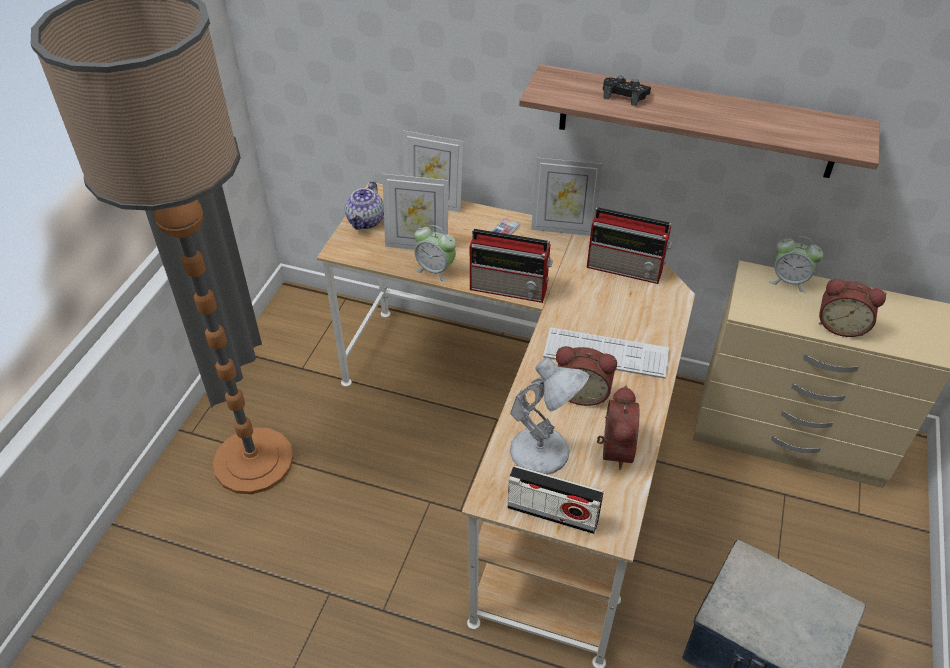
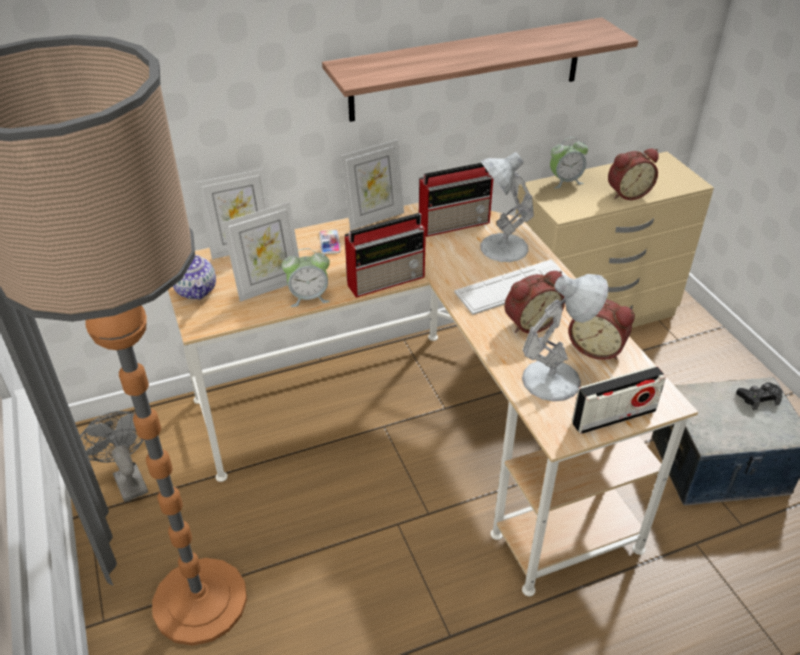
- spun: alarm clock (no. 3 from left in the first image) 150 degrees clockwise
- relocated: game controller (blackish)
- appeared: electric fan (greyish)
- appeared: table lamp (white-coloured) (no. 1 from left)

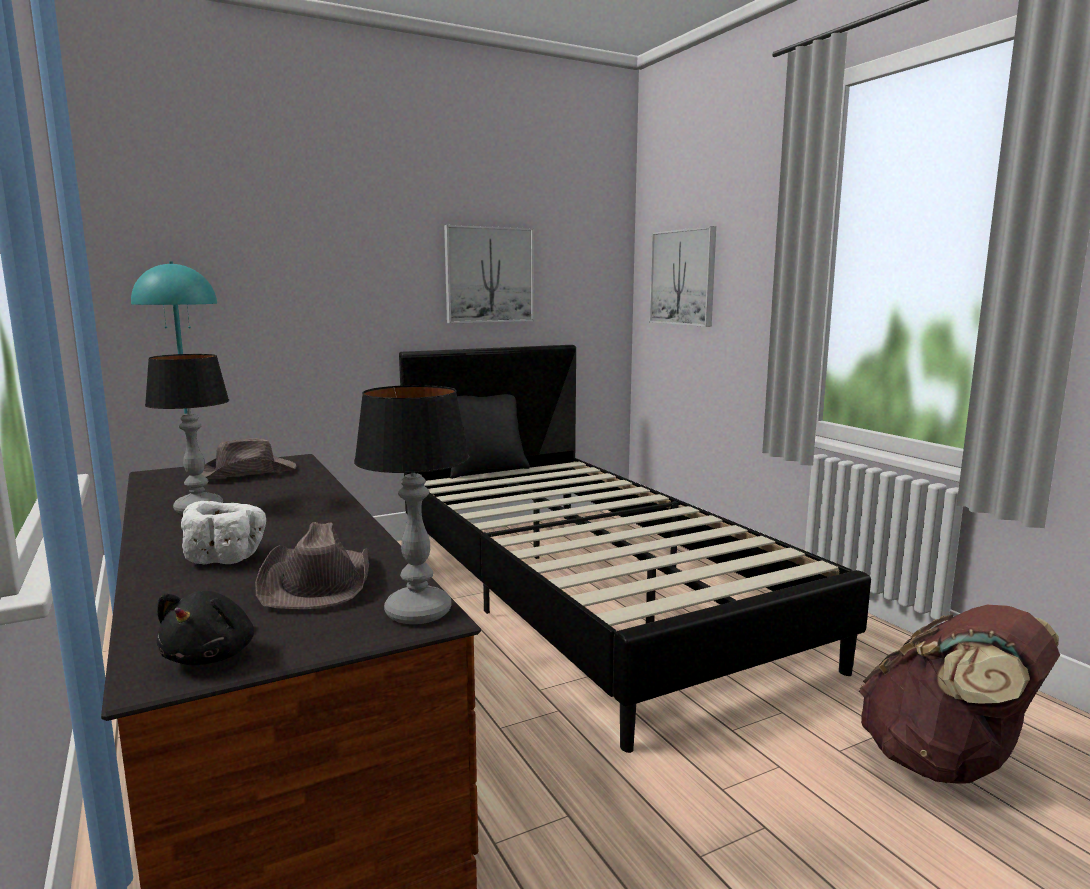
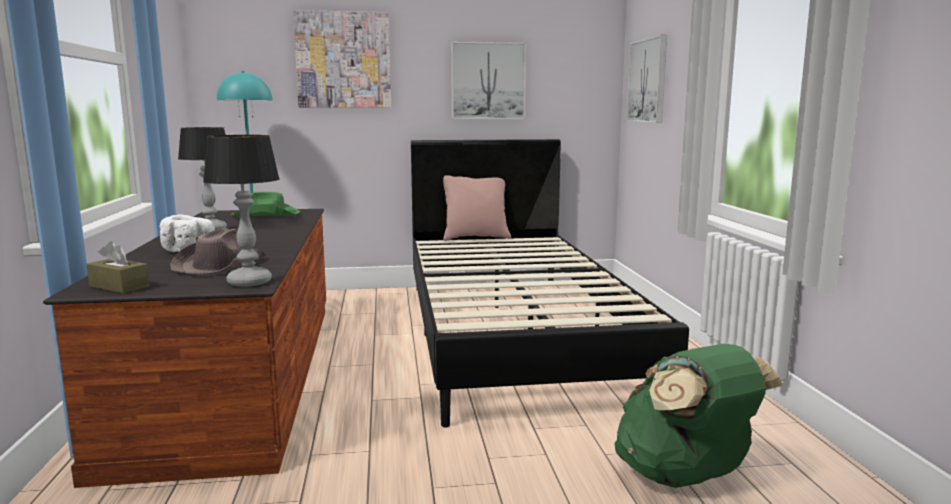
- exchanged: plush toy (blackish) to tissue holder (brown-coloured)
- colour: hat (brown-coloured) (no. 1 from left) to hat (greenish)
- colour: throw pillow (blackish) to throw pillow (pinkish)
- colour: knapsack (brown-coloured) to knapsack (greenish)
- appeared: wall art (no. 1 from left)

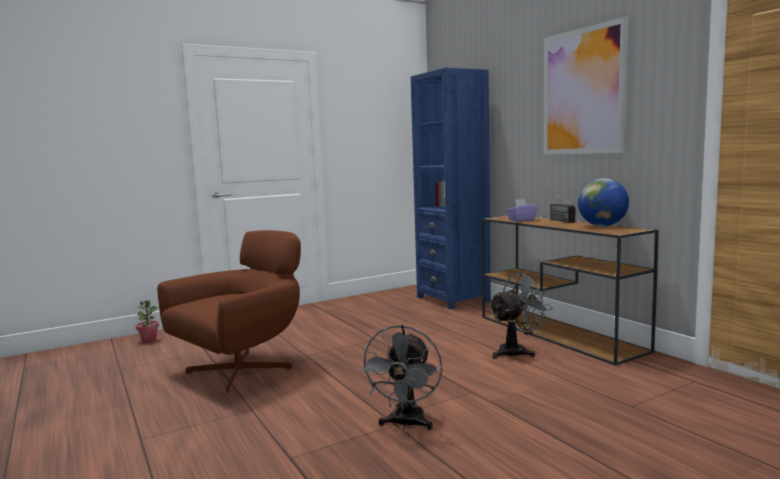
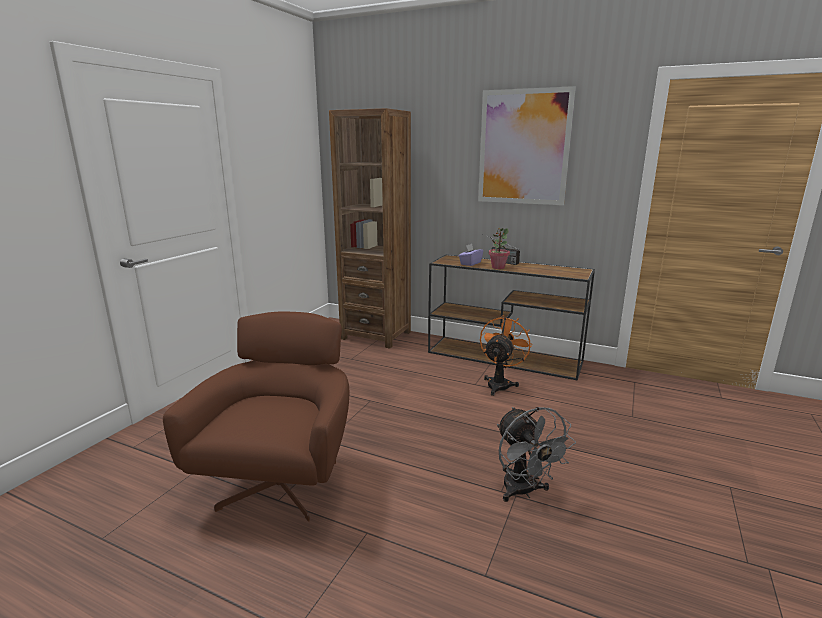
- relocated: potted plant
- colour: shelving unit (bluish) to shelving unit (brown-coloured)
- colour: electric fan (greyish) (no. 2 from left) to electric fan (orangey)
- missing: world globe

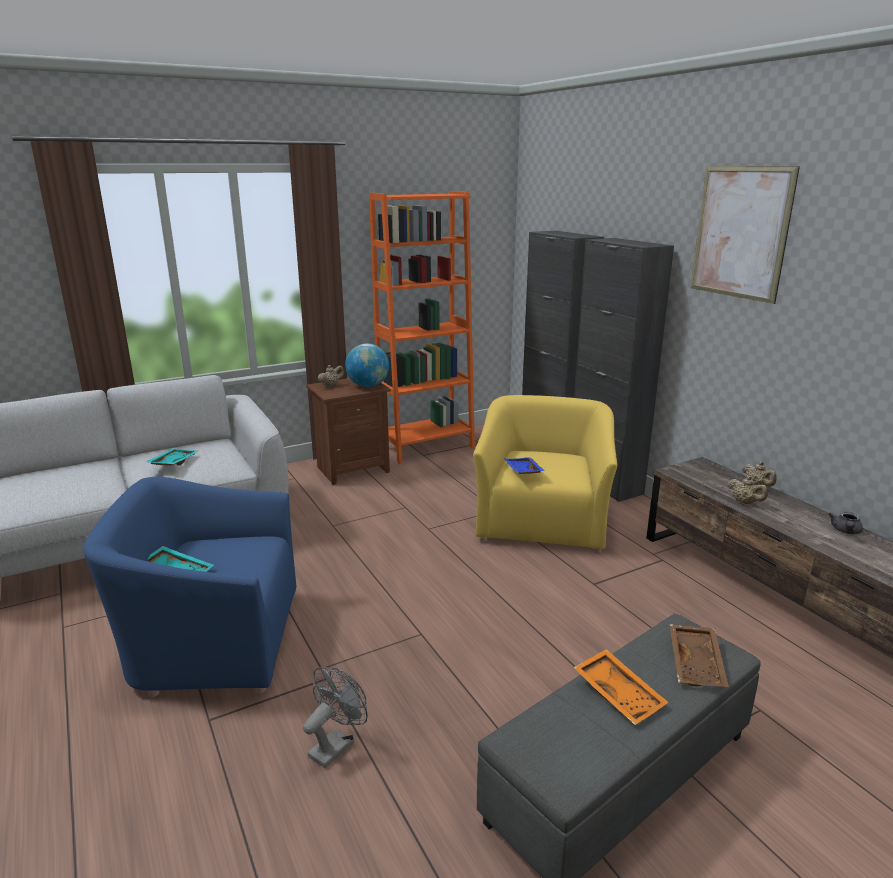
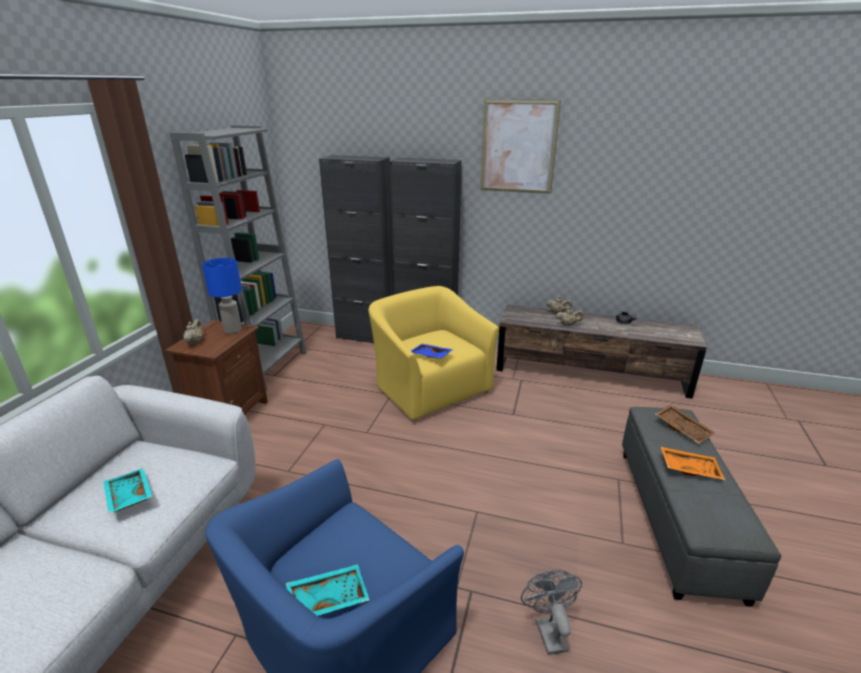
- exchanged: world globe to table lamp (bluish)
- colour: shelving unit (orangey) to shelving unit (greyish)

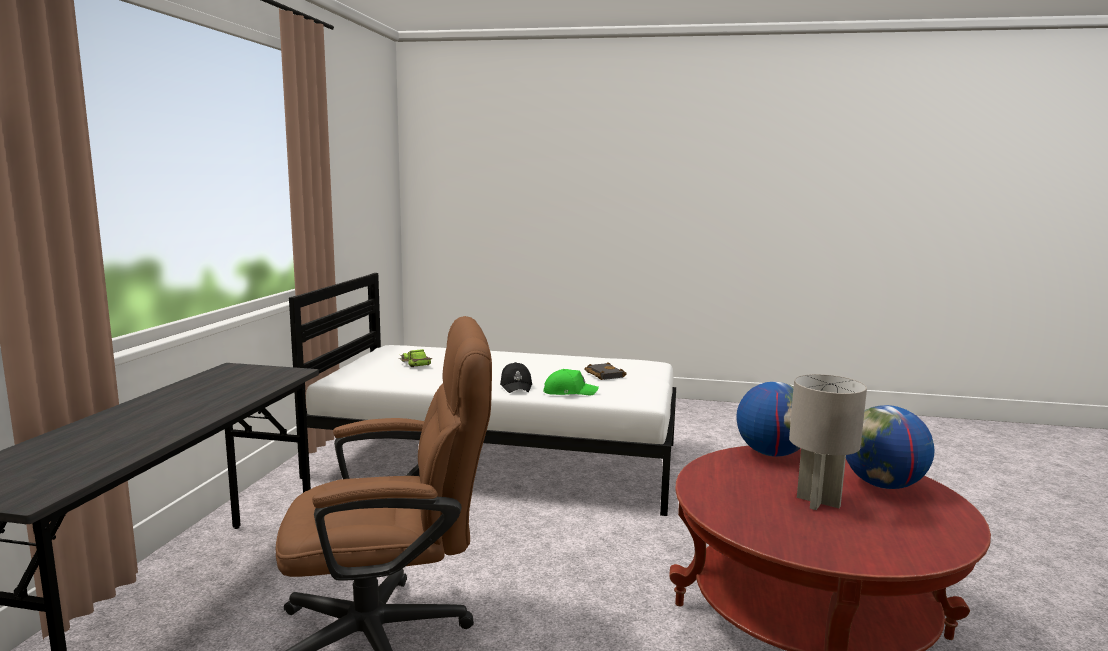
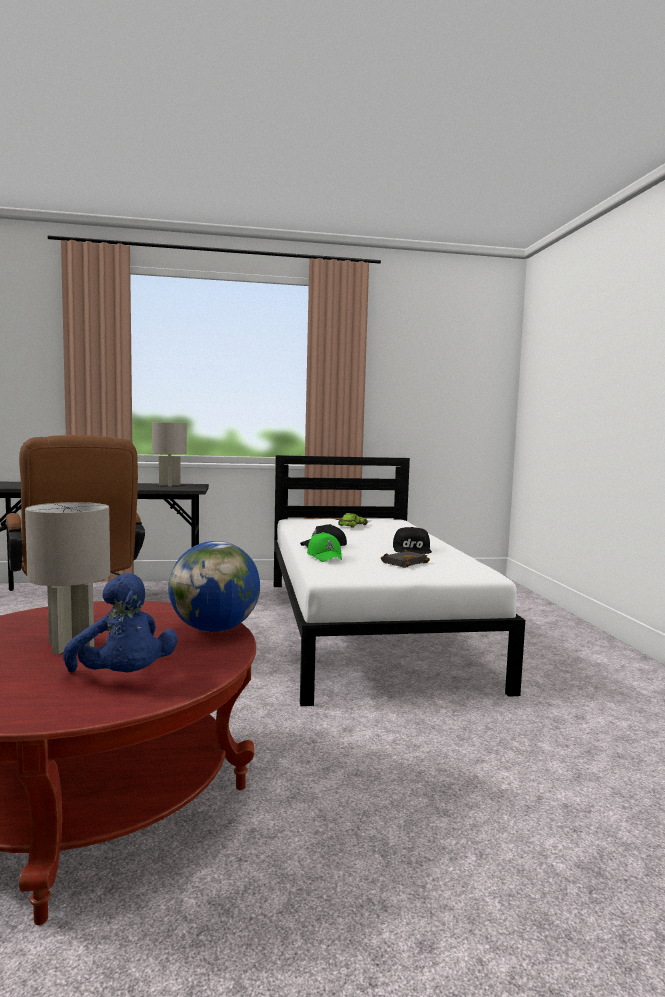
- exchanged: world globe (no. 2 from left) to plush toy (bluish)
- appeared: table lamp (greyish) (no. 2 from left)
- appeared: peaked cap (blackish) (no. 2 from left)

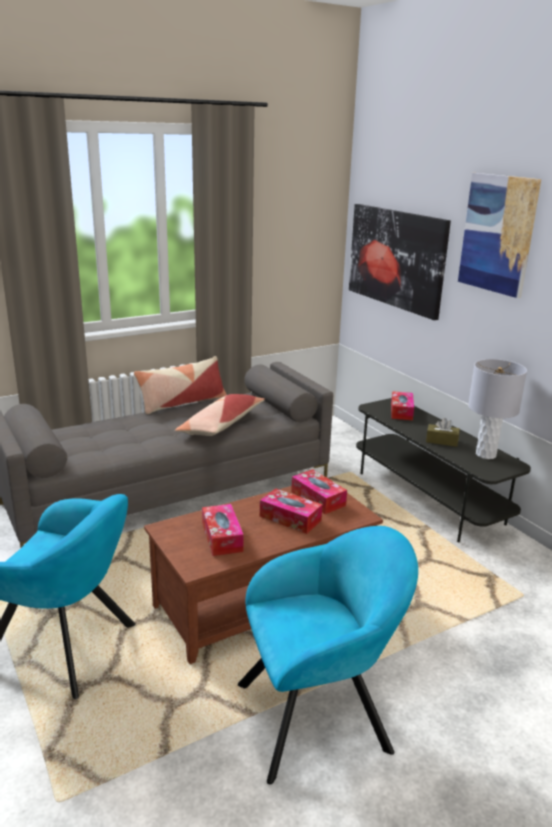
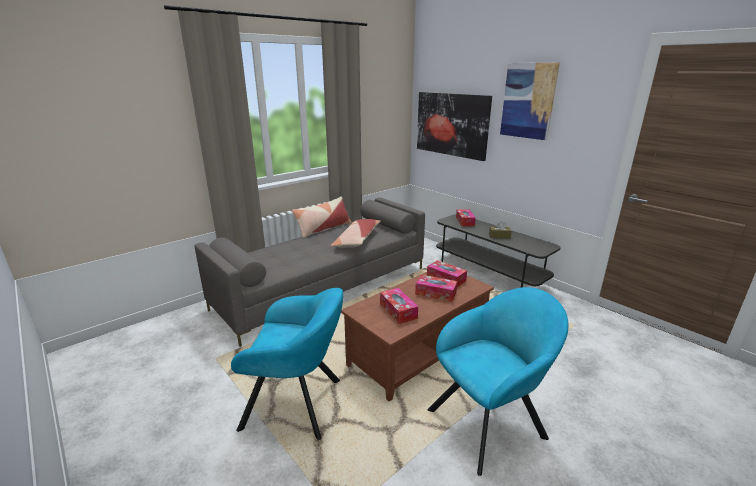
- missing: table lamp (greyish)

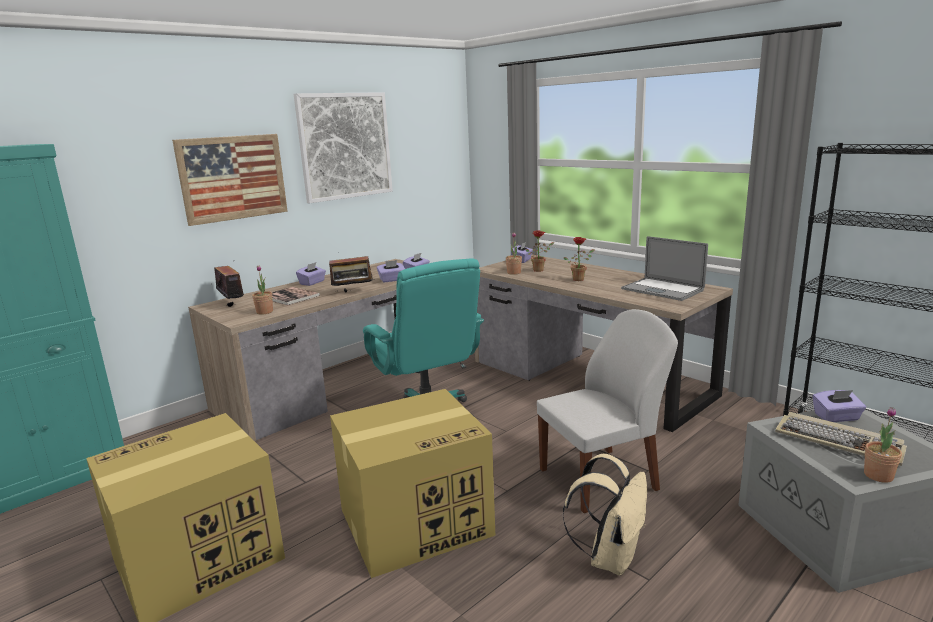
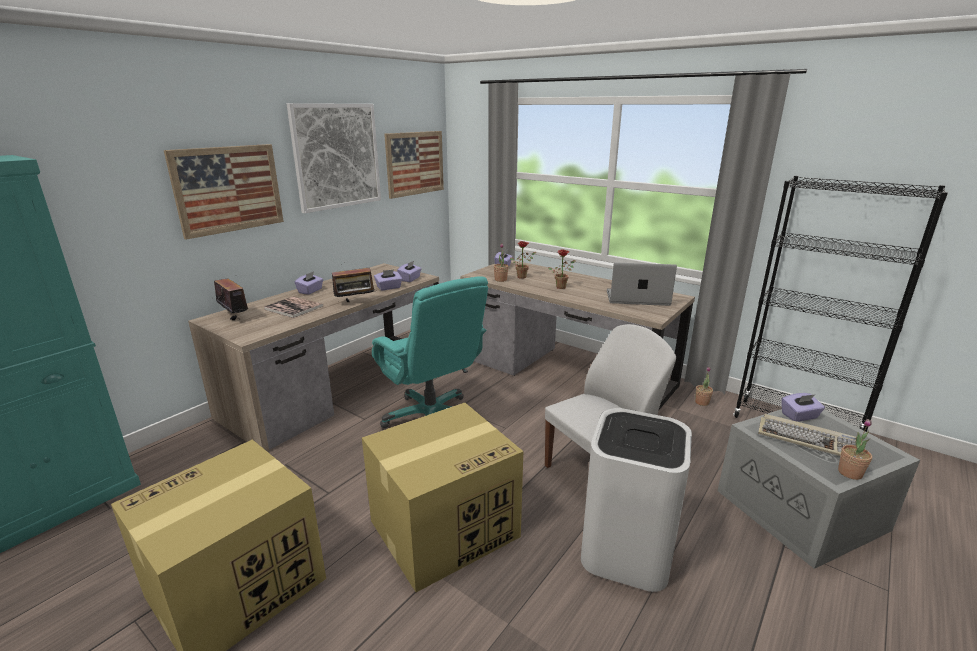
- relocated: potted plant (no. 1 from left in the first image) to potted plant (no. 4 from left)
- exchanged: knapsack (beige) to trash can (white-coloured)
- spun: laptop 150 degrees clockwise
- appeared: wall art (no. 3 from left)

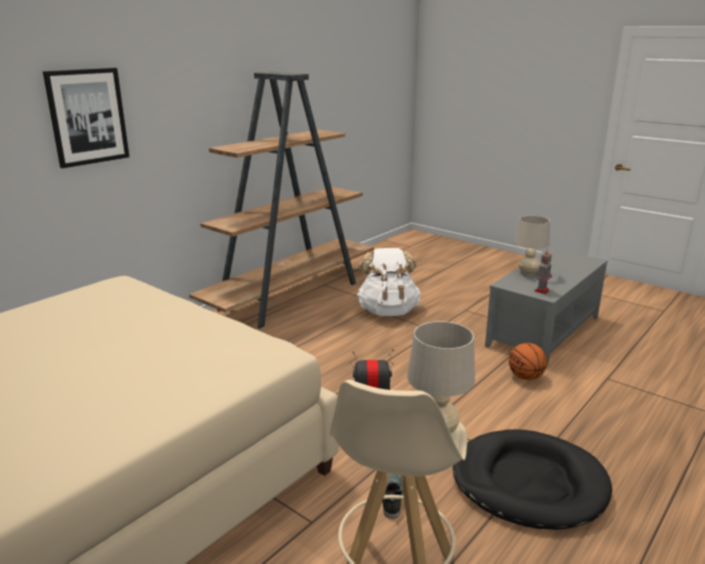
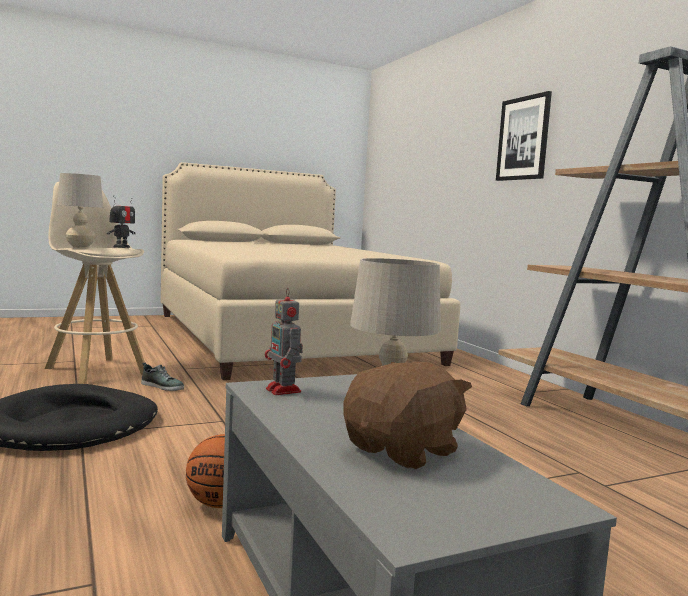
- missing: knapsack (white-coloured)
- appeared: plush toy (brown-coloured)

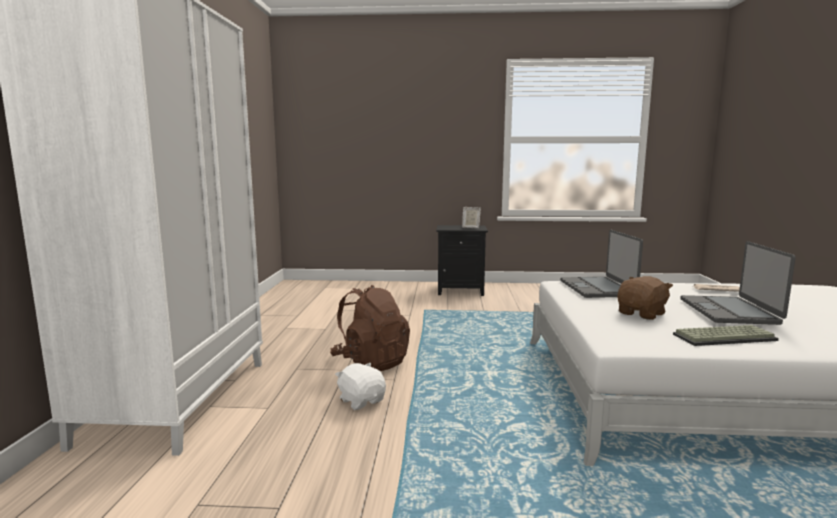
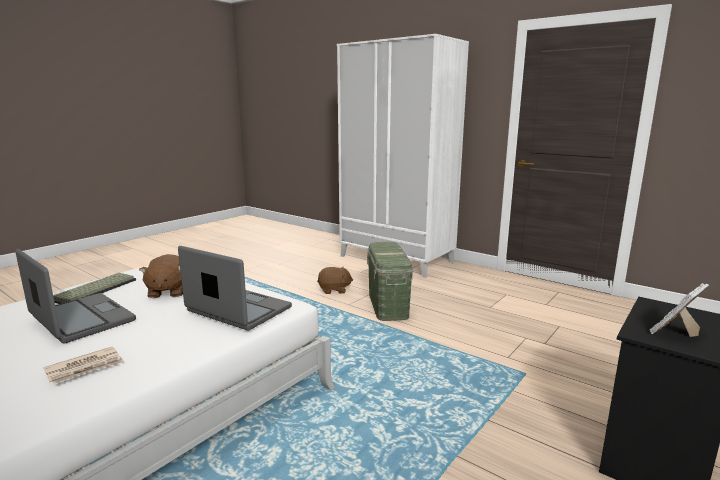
- exchanged: knapsack (brown-coloured) to storage box (greenish)
- colour: plush toy (white-coloured) to plush toy (brown-coloured) (no. 2 from left)

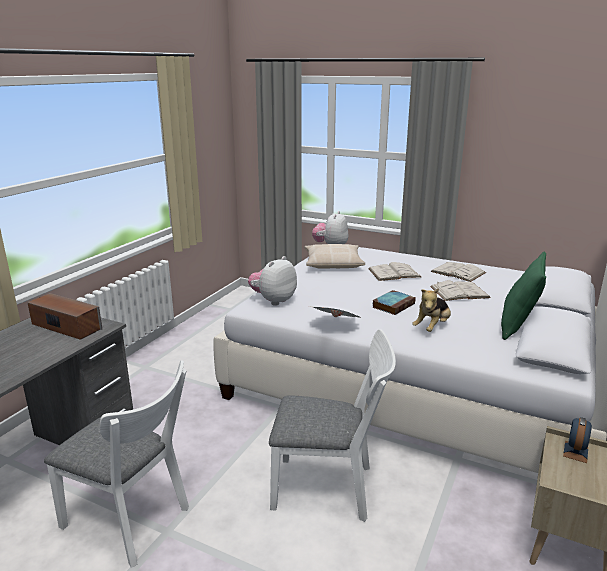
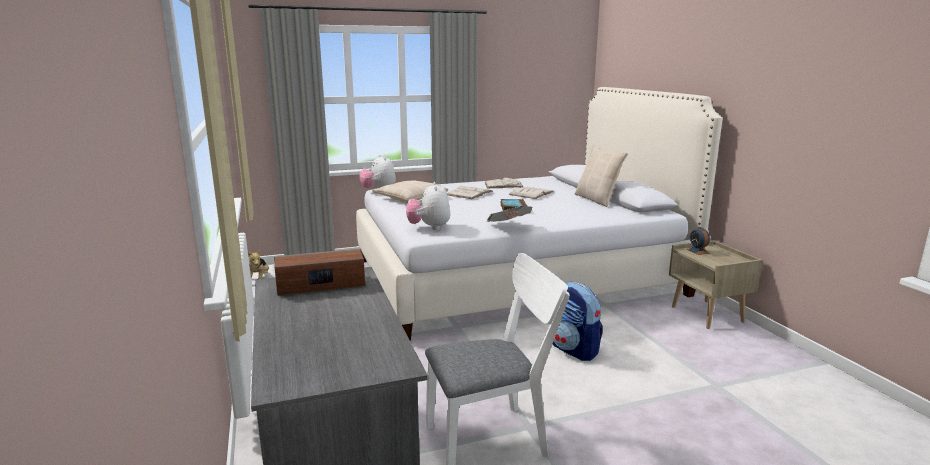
- exchanged: chair (white-coloured) (no. 2 from left) to knapsack
- relocated: plush toy (no. 3 from left in the first image) to plush toy (no. 1 from left)
- colour: throw pillow (greenish) to throw pillow (beige) (no. 2 from left)

